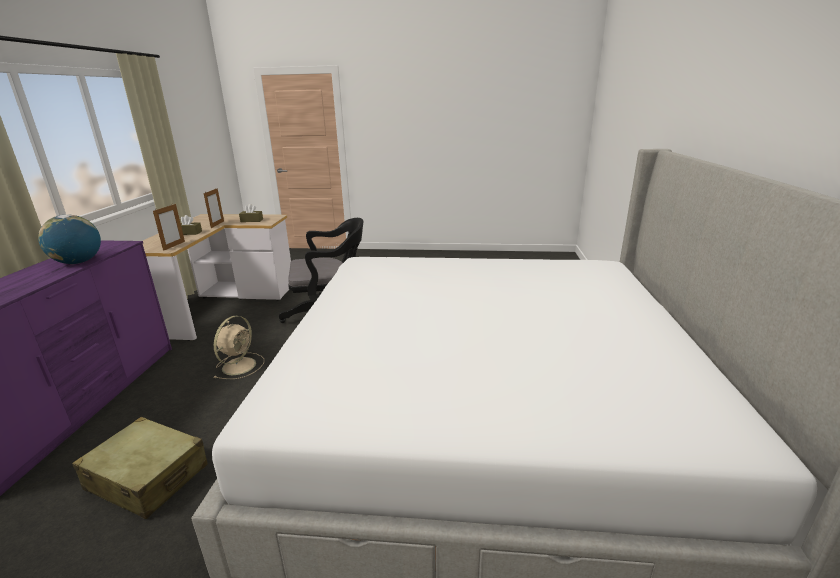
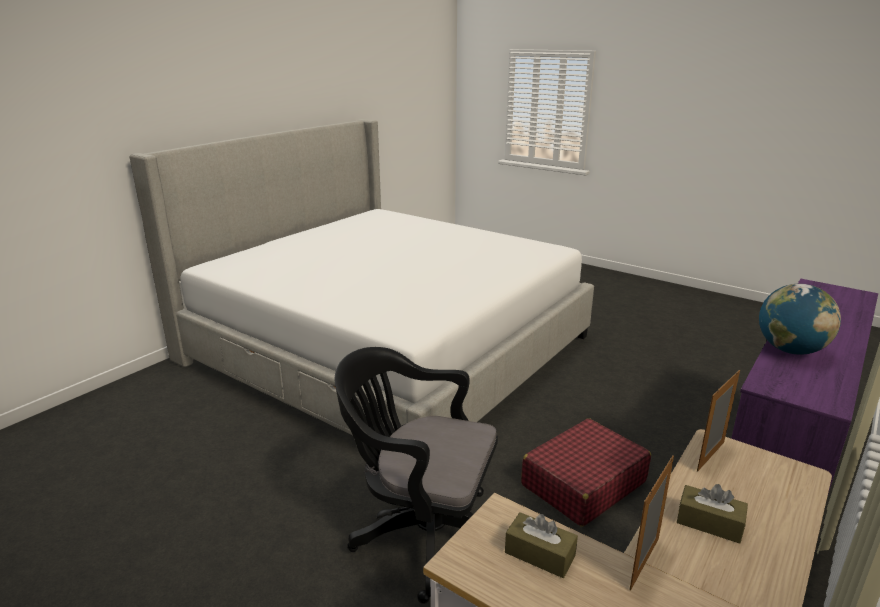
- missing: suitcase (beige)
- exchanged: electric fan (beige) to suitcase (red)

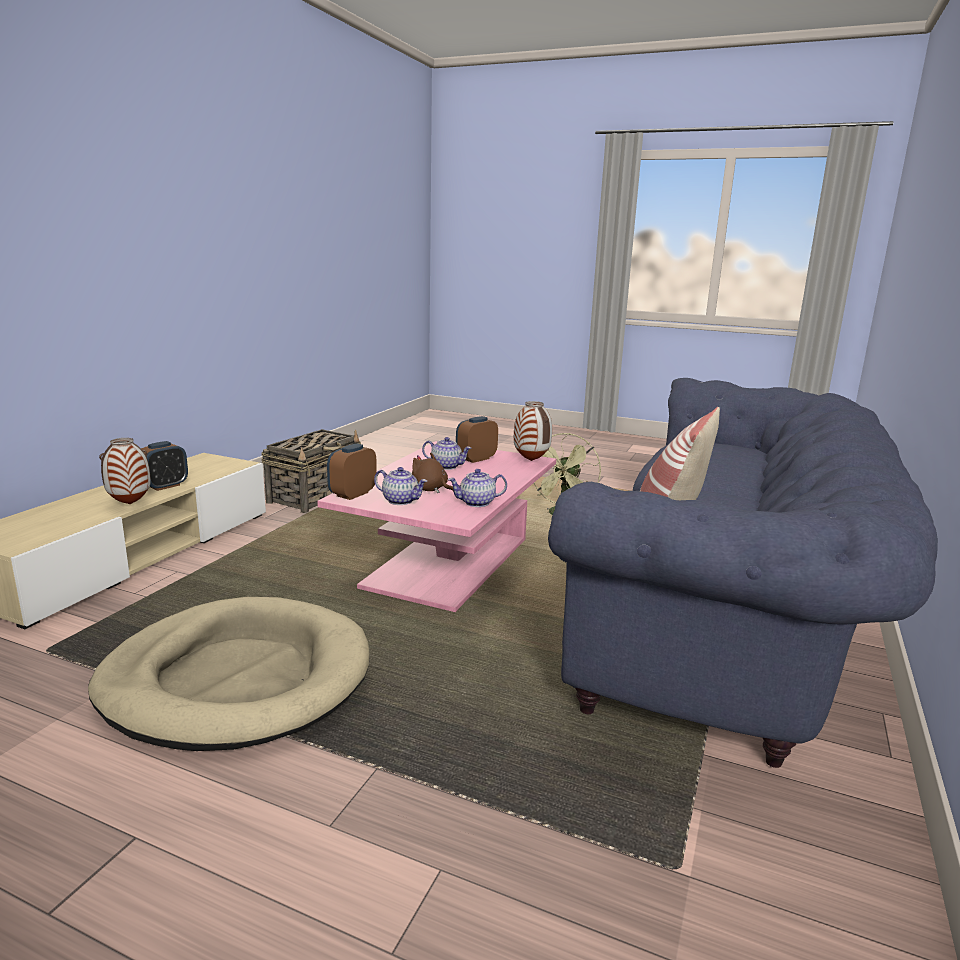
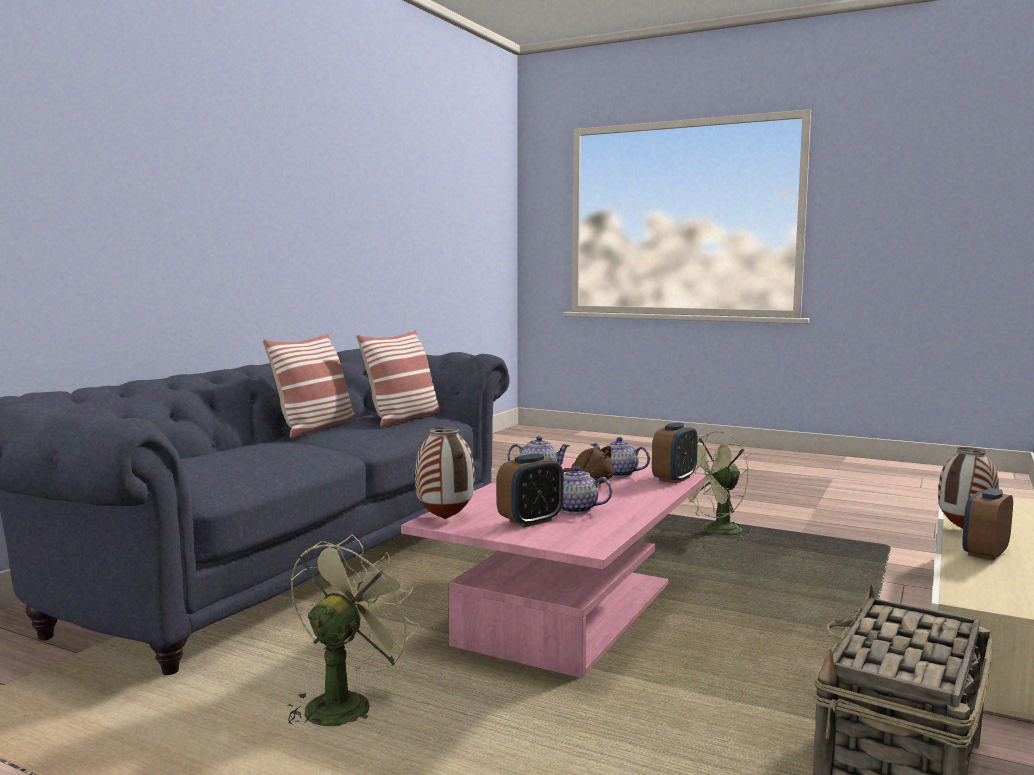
- exchanged: dog cushion (beige) to electric fan (greenish) (no. 2 from left)
- appeared: throw pillow (no. 1 from left)

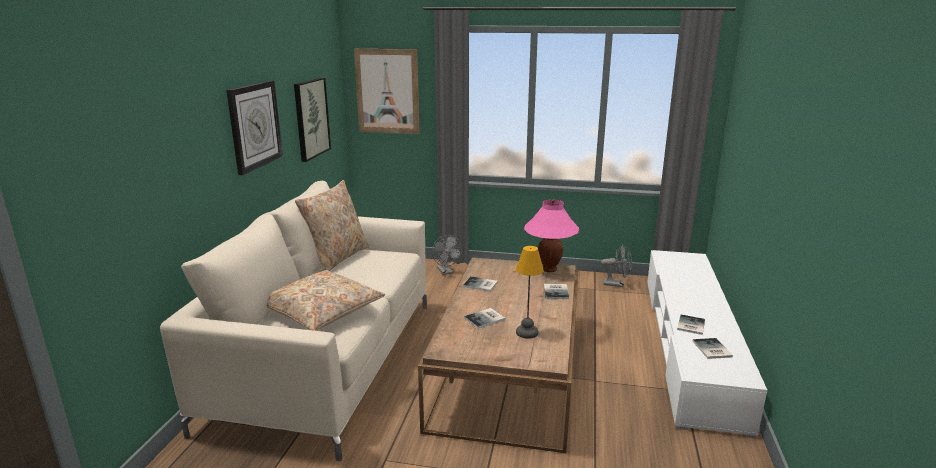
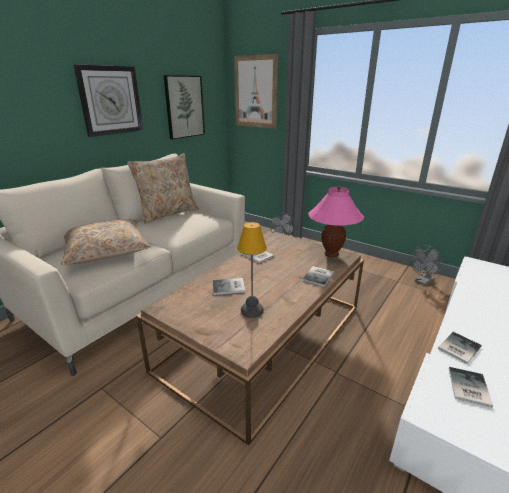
- spun: electric fan (greyish) (no. 2 from left) 105 degrees clockwise

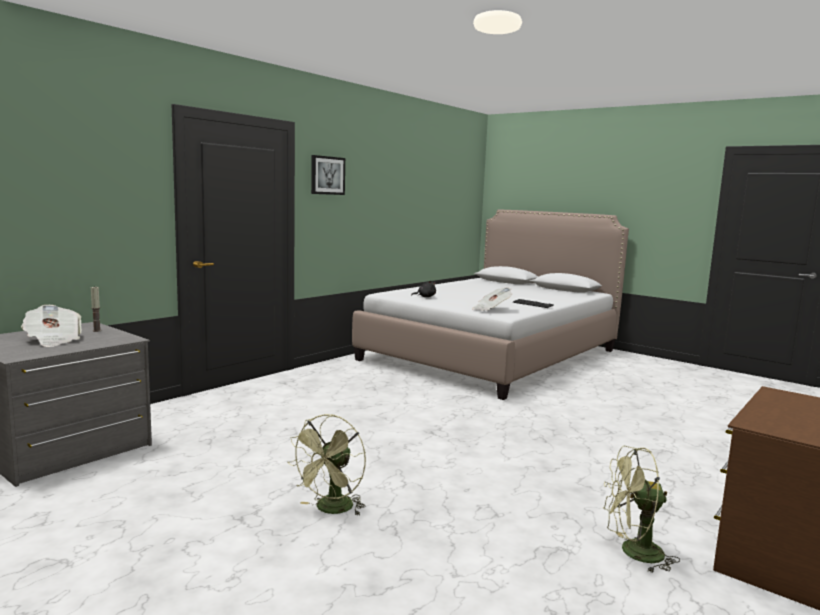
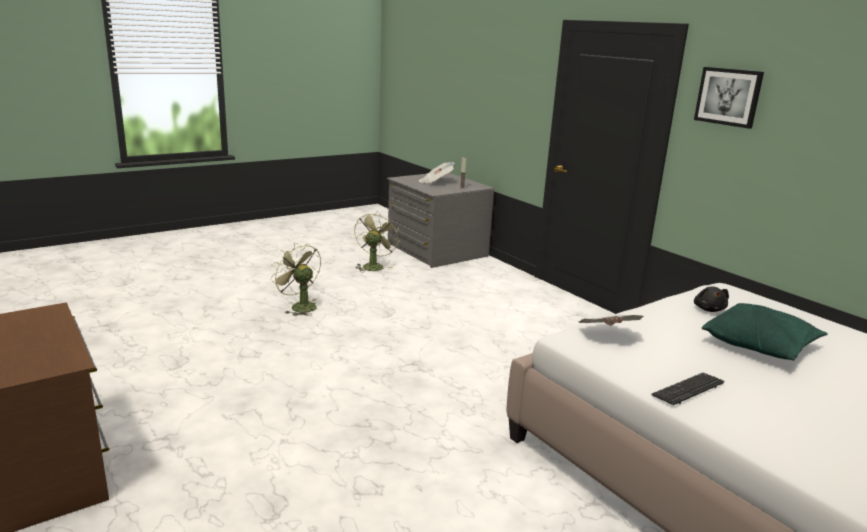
- relocated: electric fan (greenish) (no. 2 from left)
- appeared: throw pillow (greenish)

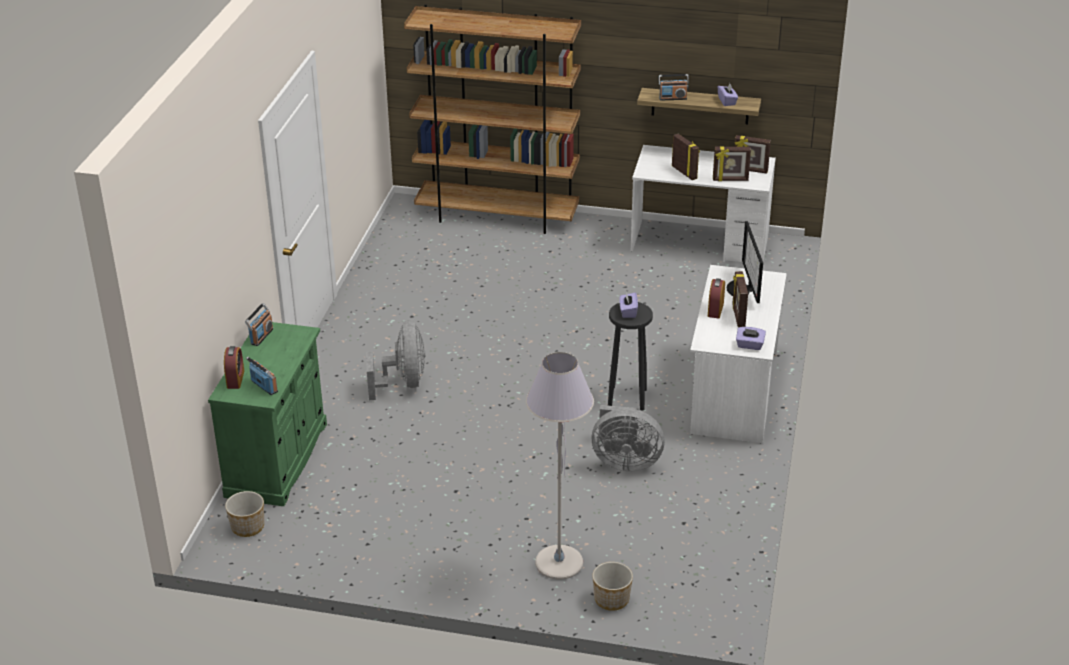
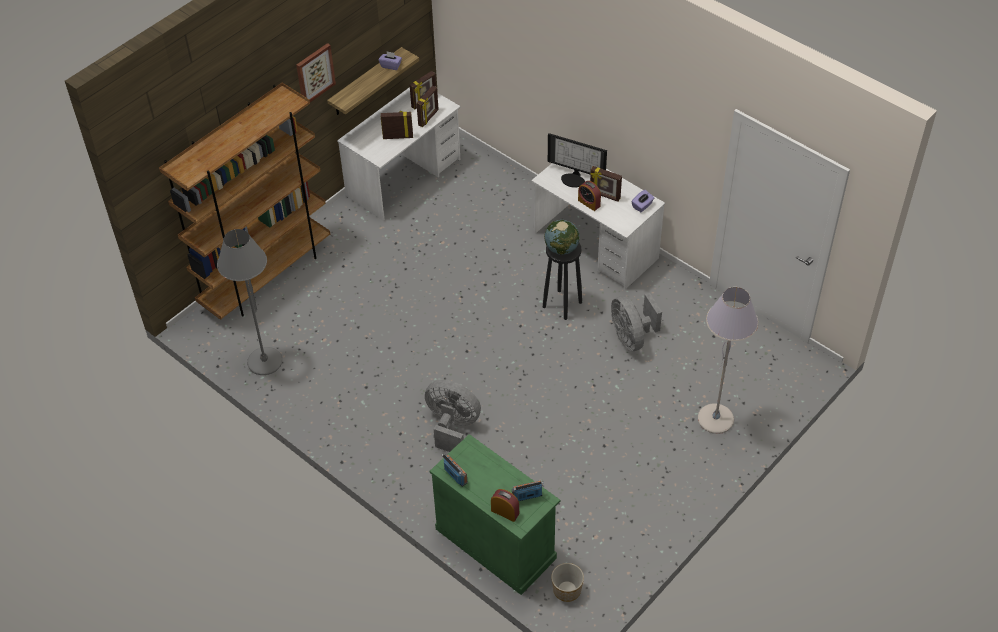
- spun: electric fan (greyish) (no. 2 from left) 120 degrees clockwise
- missing: flower pot (no. 2 from left)
- exchanged: tissue holder (purple) (no. 1 from left) to world globe
- missing: radio receiver (no. 3 from left)
- appeared: standing lamp (greyish) (no. 1 from left)
- appeared: wall art

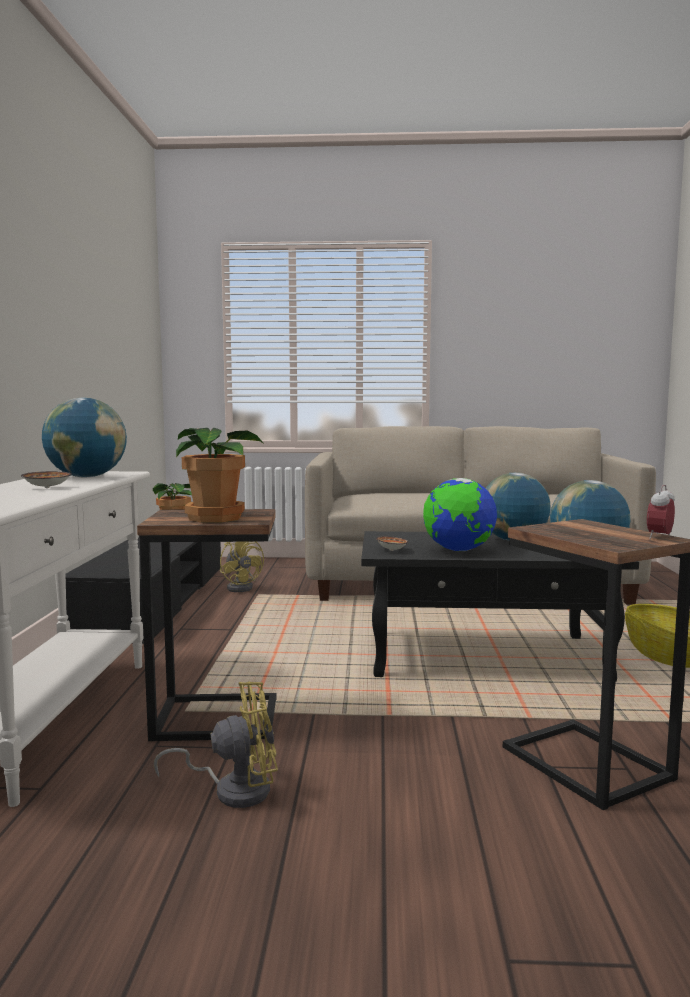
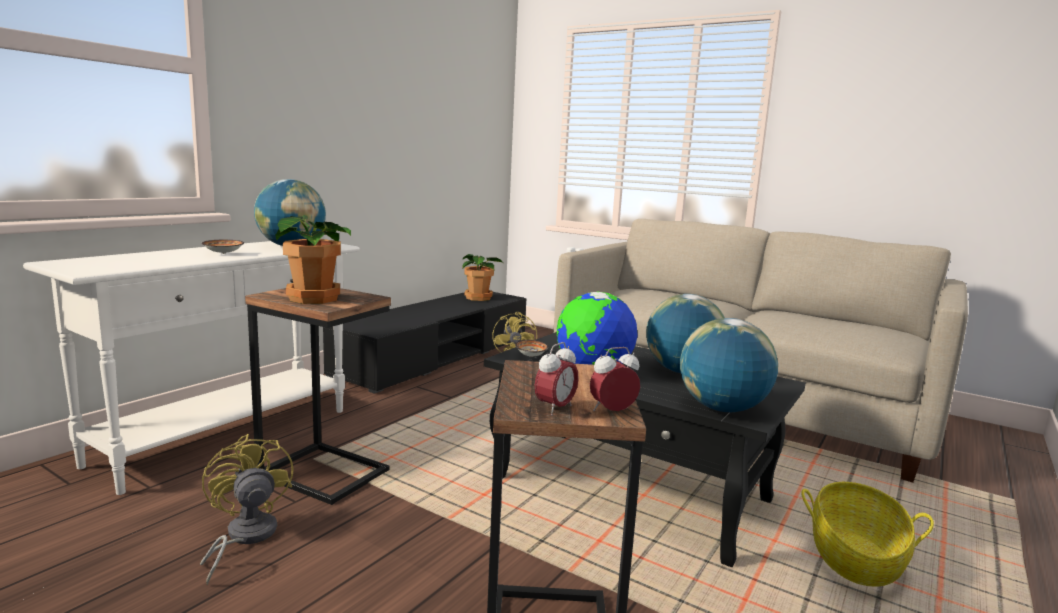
- spun: electric fan (yellowish) (no. 1 from left) 135 degrees counterclockwise
- appeared: alarm clock (no. 1 from left)

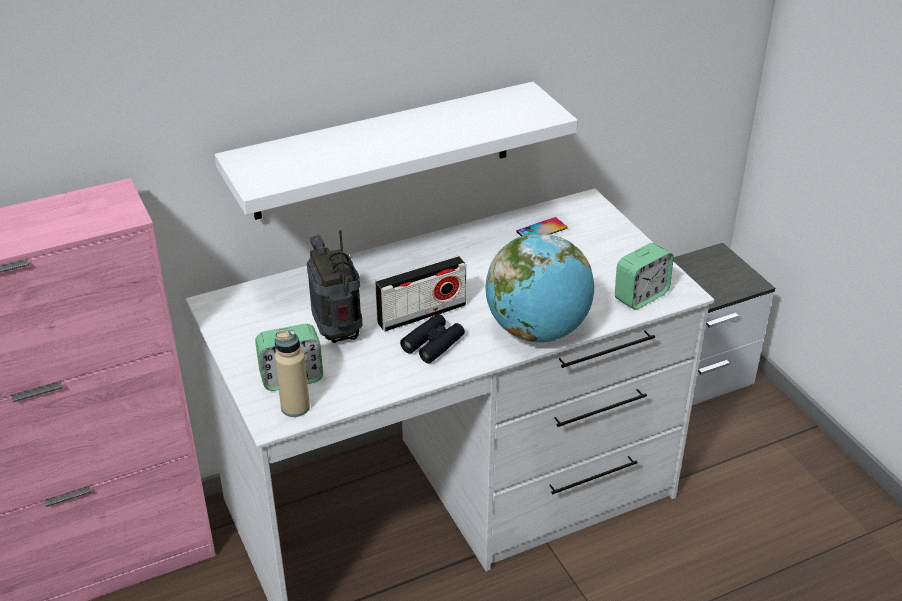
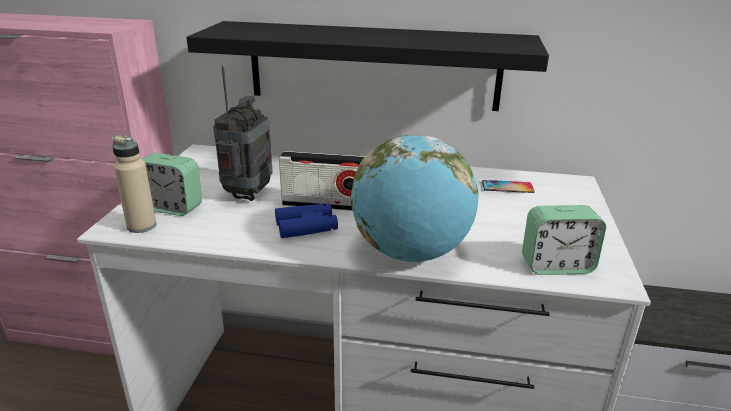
- colour: bracket shelf (white-coloured) to bracket shelf (blackish)
- colour: pair of binoculars (blackish) to pair of binoculars (bluish)

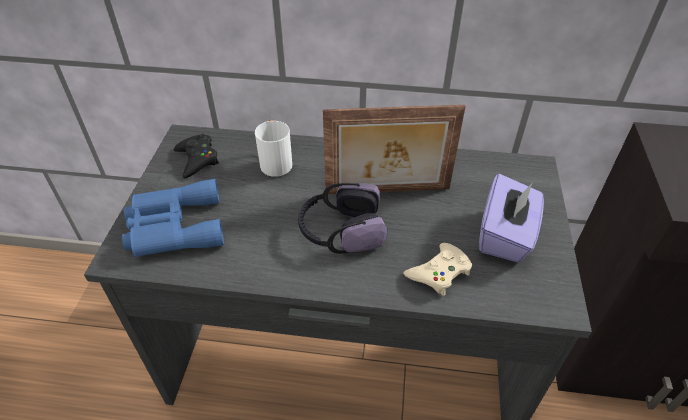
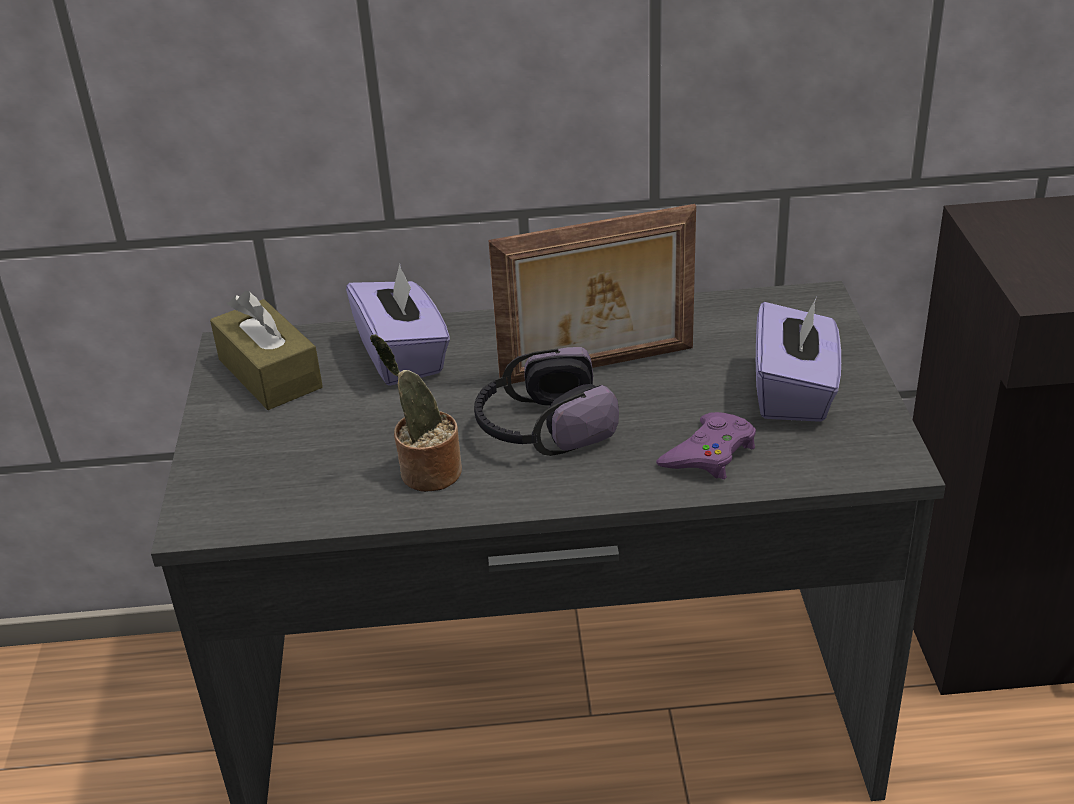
- missing: pair of binoculars (bluish)
- exchanged: game controller (blackish) to tissue holder (brown-coloured)
- exchanged: mug (white-coloured) to tissue holder (purple) (no. 1 from left)
- colour: game controller (beige) to game controller (purple)
- appeared: potted plant

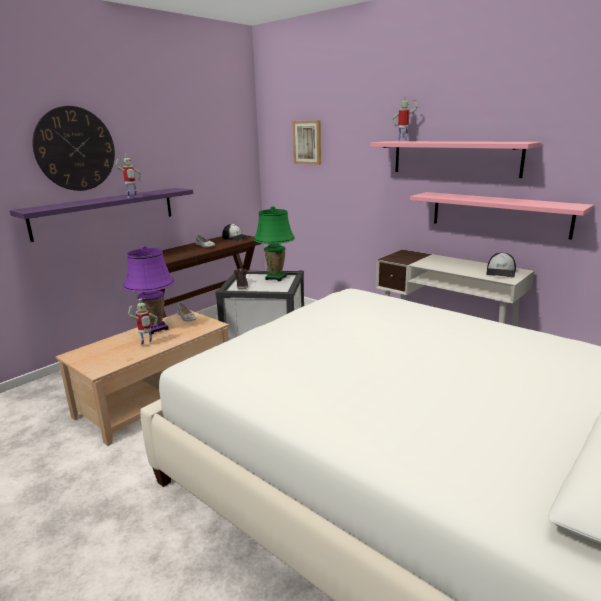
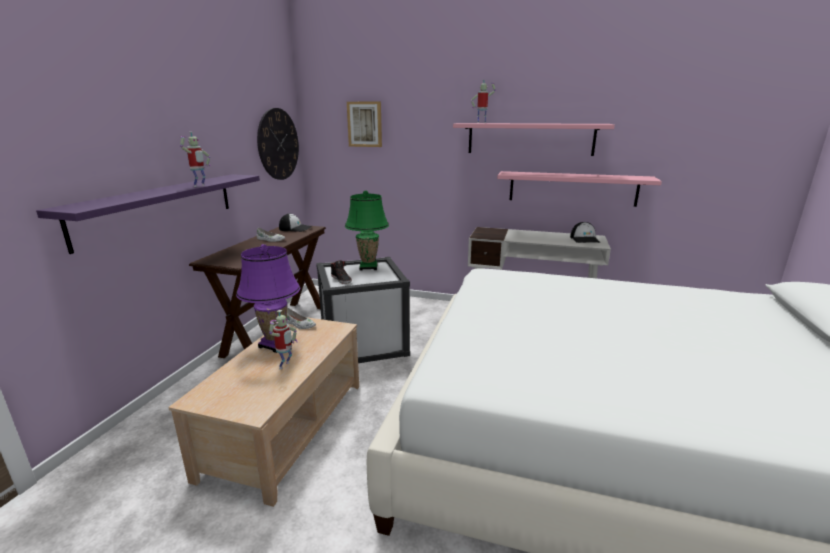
- relocated: wall clock

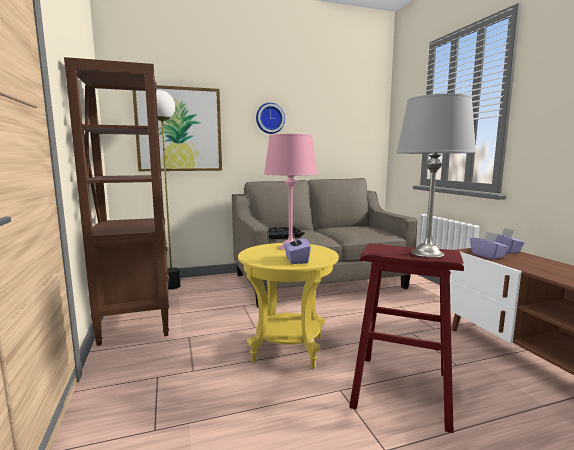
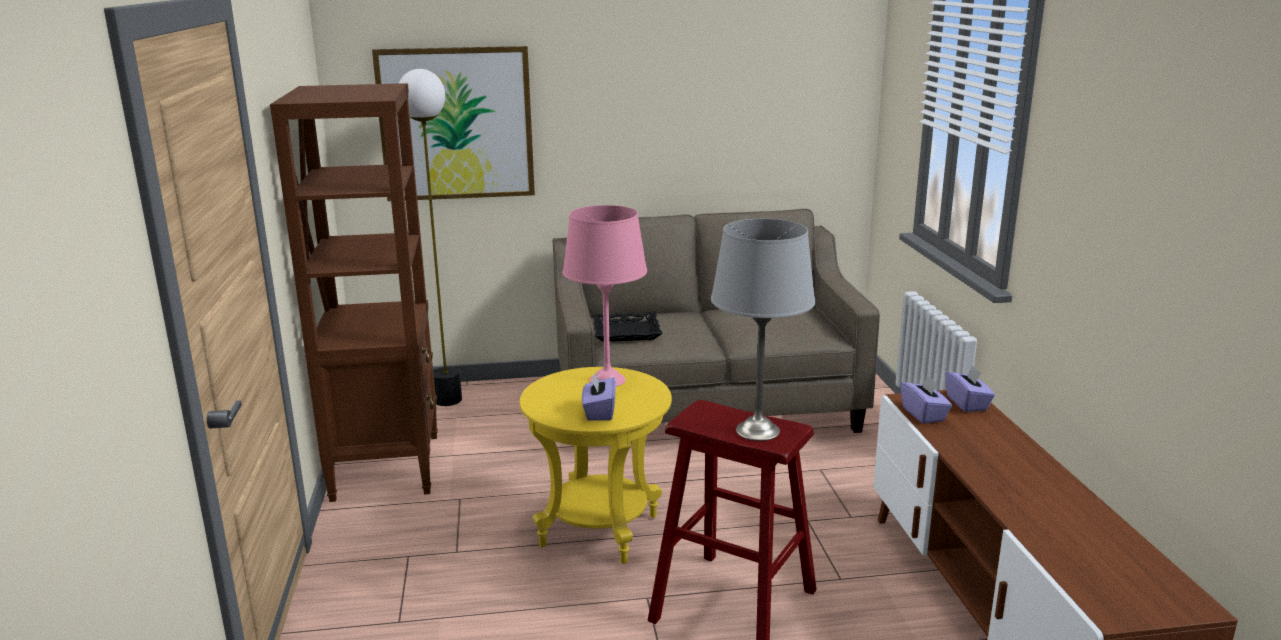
- missing: wall clock

